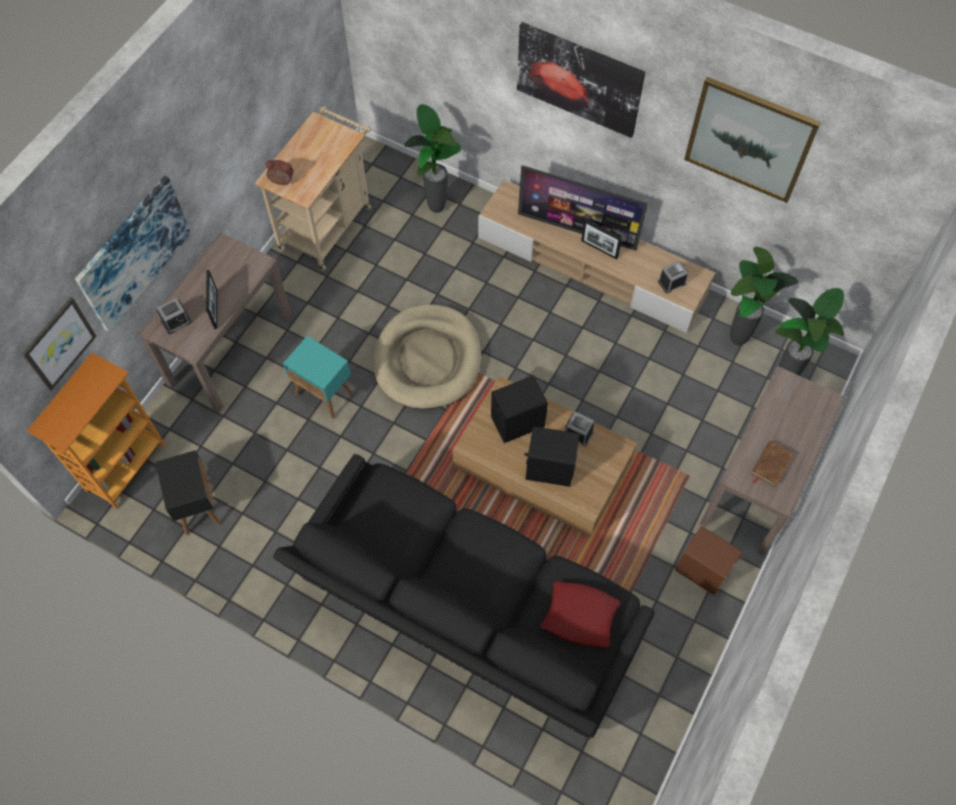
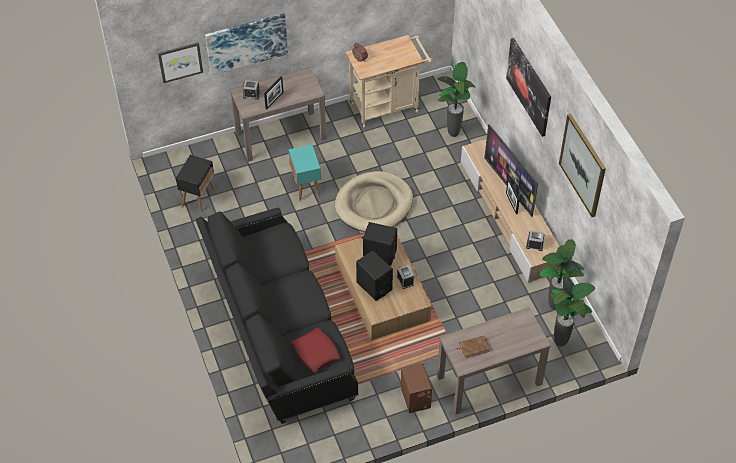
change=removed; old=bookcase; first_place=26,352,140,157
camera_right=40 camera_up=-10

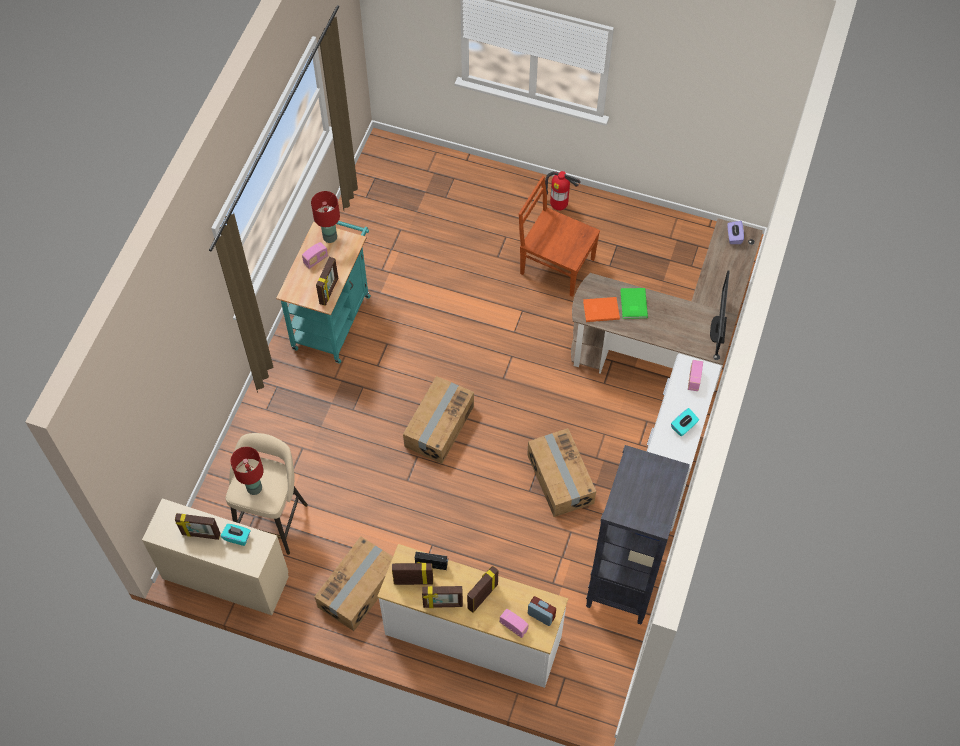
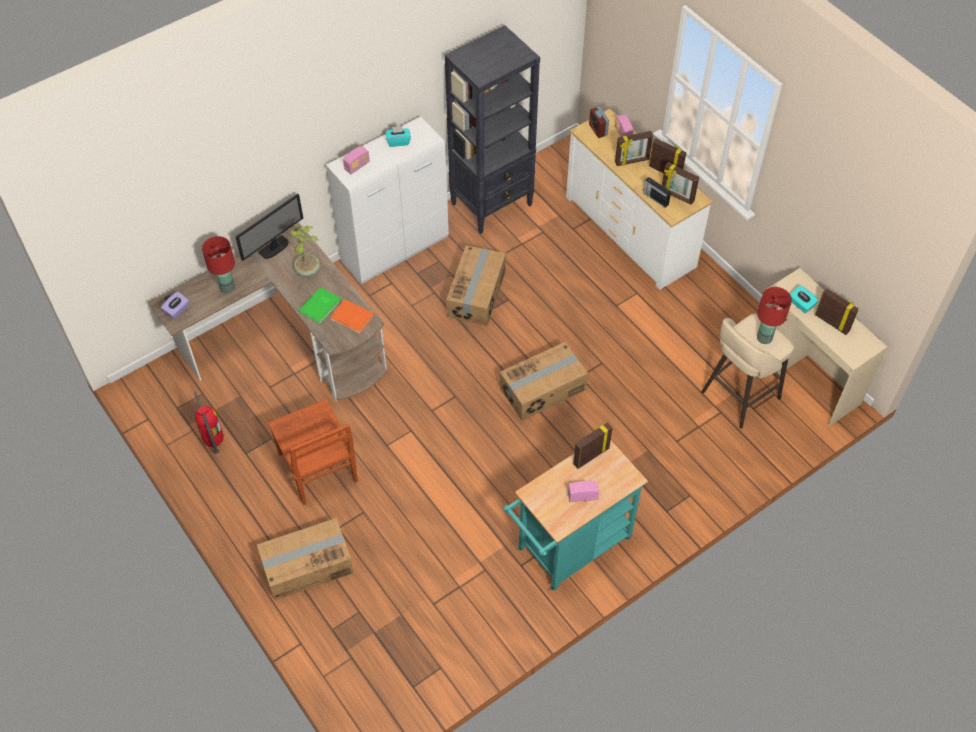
change=moved; old=fire extinguisher; first_place=545,171,36,40; second_place=194,391,30,63
change=moved; old=red table lamp; first_place=311,191,29,52; second_place=202,236,33,57
change=moved; old=cardboard box; first_place=314,536,79,95; second_place=257,518,96,82
change=added; new=potted plant; second_place=291,223,29,54
camera_right=-145 camera_up=-5

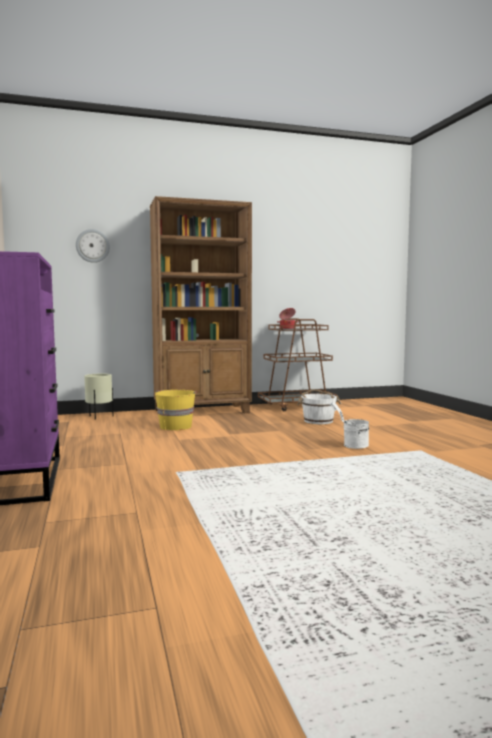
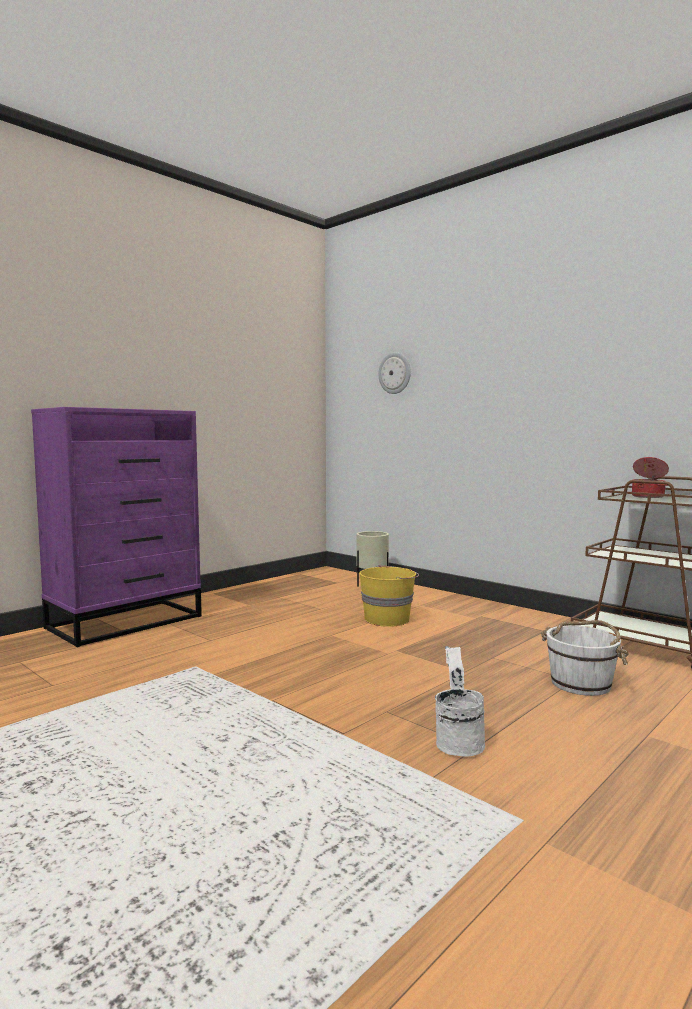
change=removed; old=brown bookcase; first_place=150,196,102,217
camera_right=60 camera_up=0

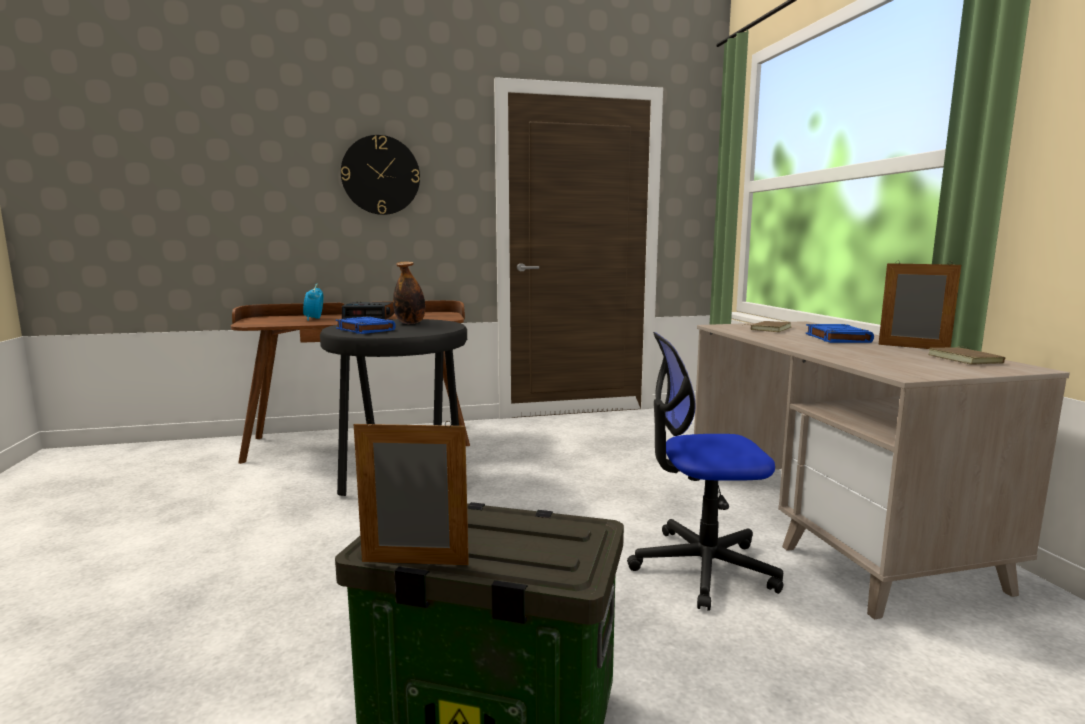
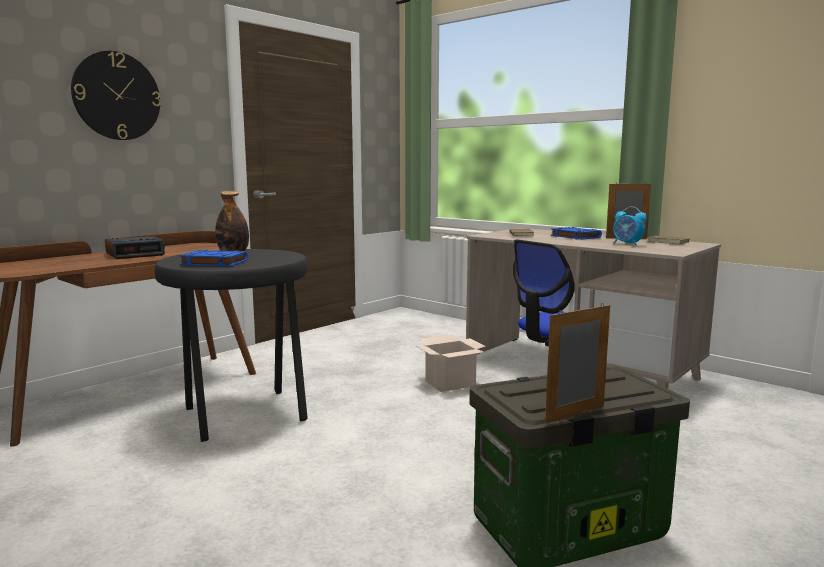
change=added; new=cardboard box; second_place=417,334,69,58
change=moved; old=alarm clock; first_place=303,284,20,37; second_place=613,206,34,40
camera_right=-35 camera_up=0

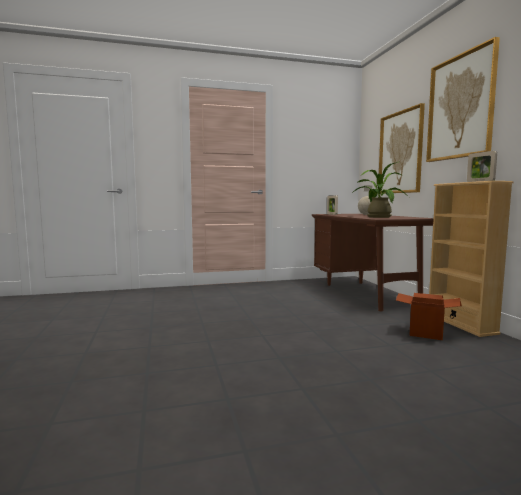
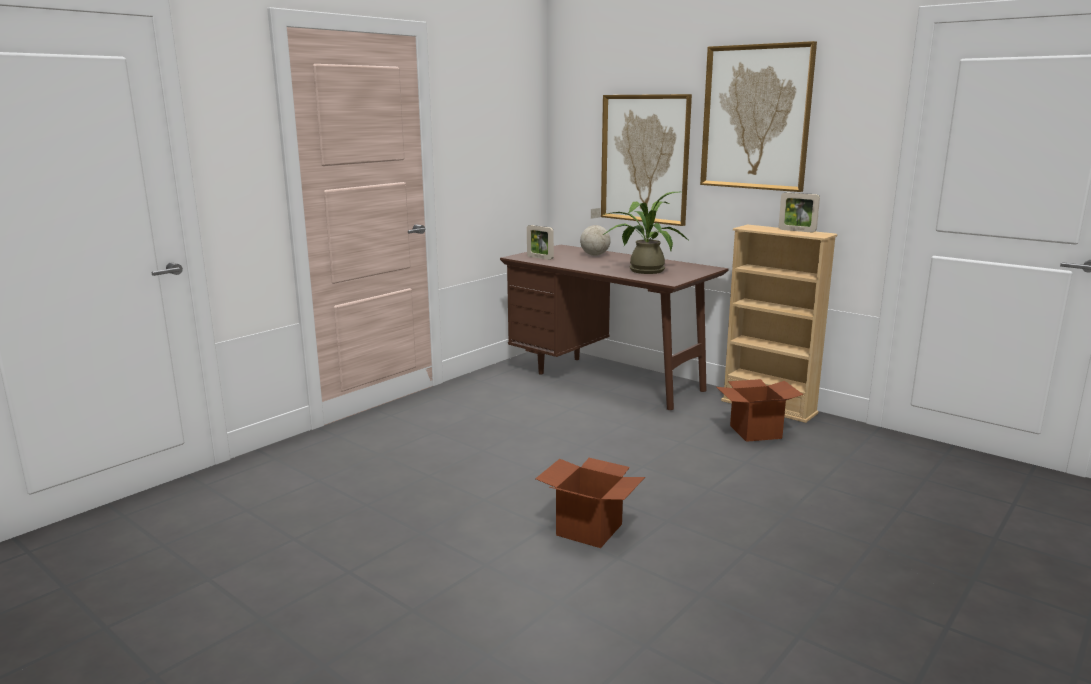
change=added; new=cardboard box; second_place=535,458,110,90
camera_right=-35 camera_up=10

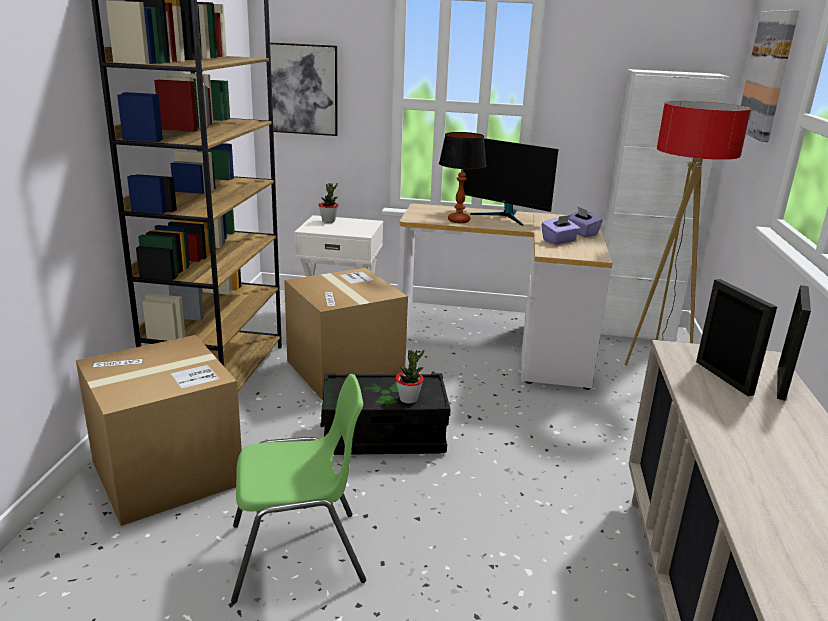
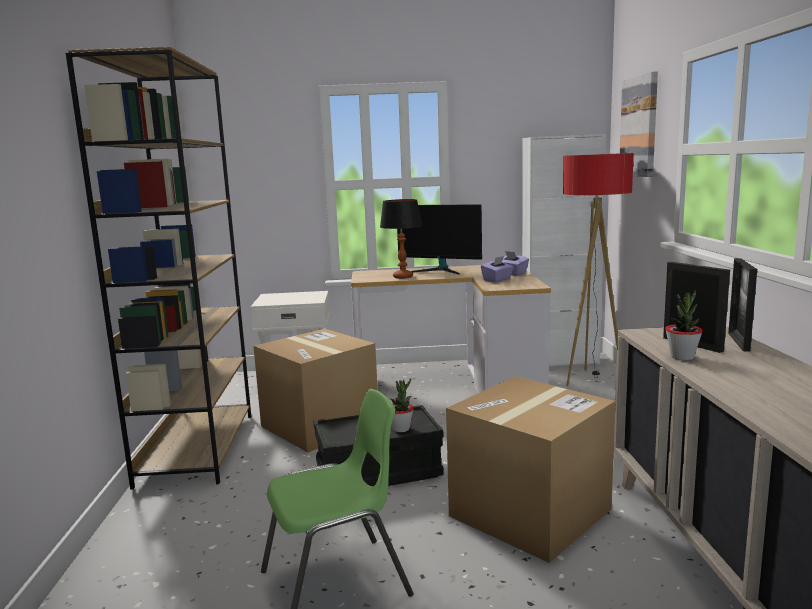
change=moved; old=cardboard box; first_place=76,335,166,191; second_place=446,376,170,187
change=moved; old=potted plant; first_place=319,183,20,40; second_place=665,290,38,70
change=removed; old=picture; first_place=270,42,68,94
camera_right=-10 camera_up=-10

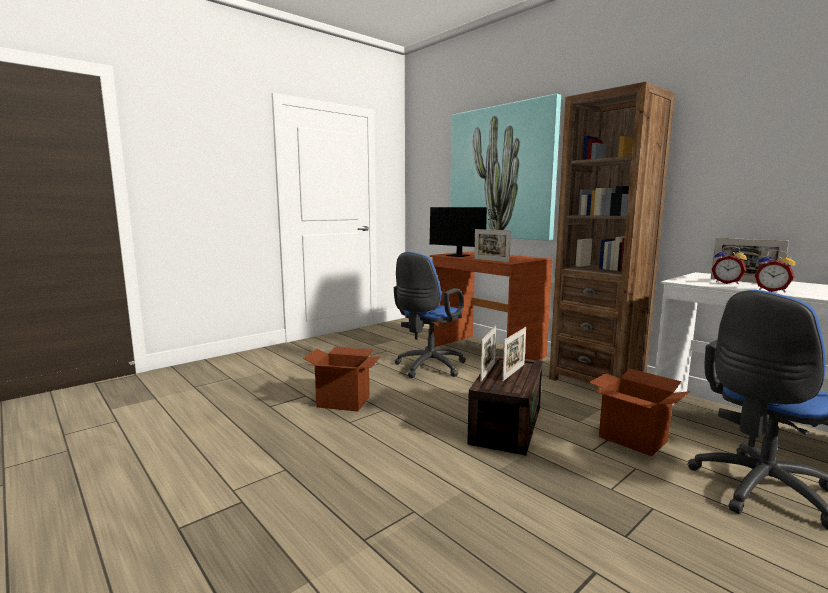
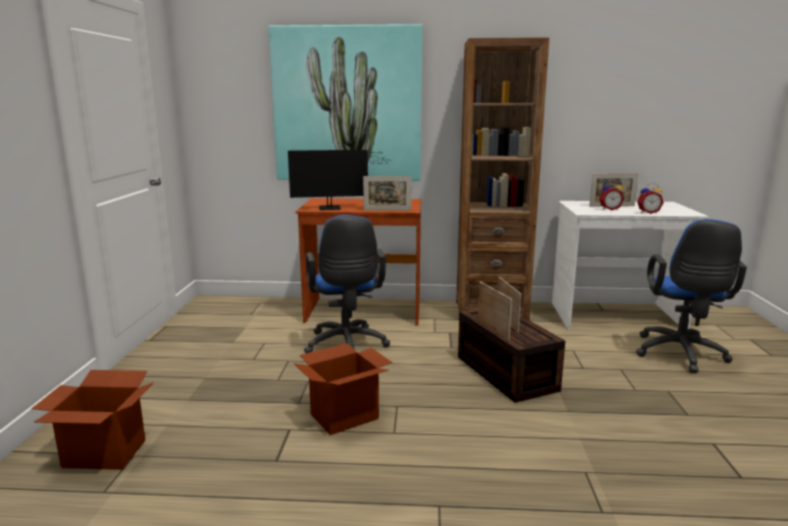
change=moved; old=cardboard box; first_place=588,368,103,89; second_place=32,370,122,100
camera_right=-45 camera_up=5

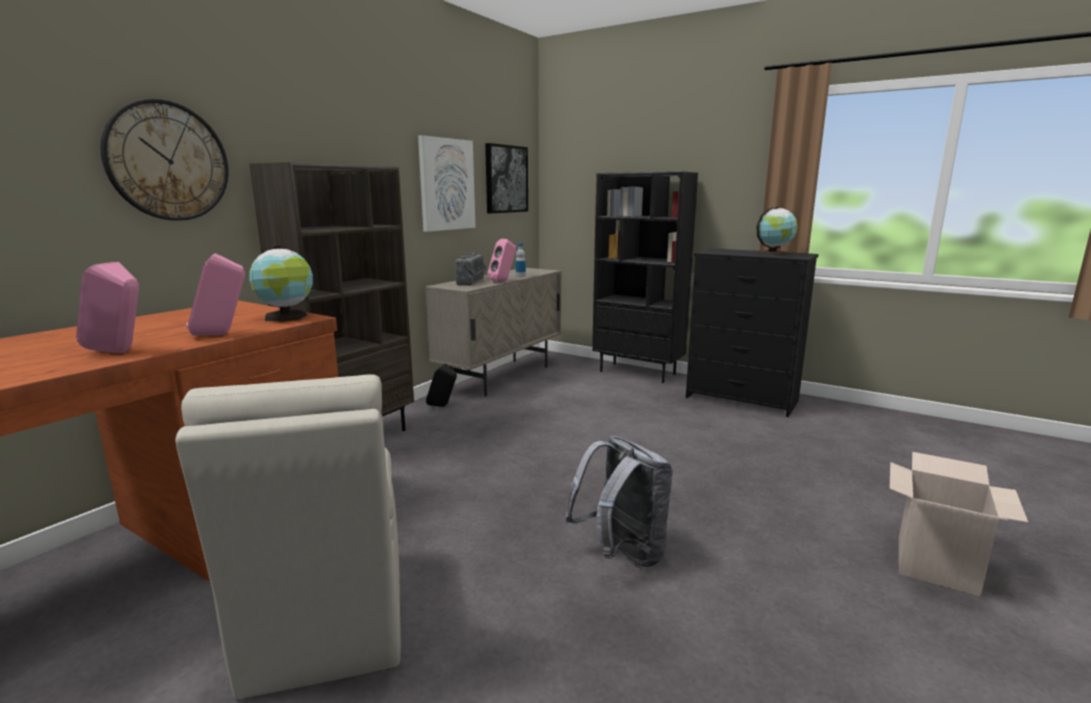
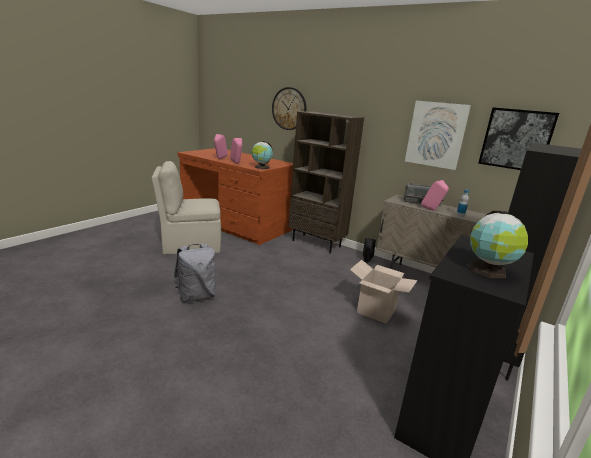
change=moved; old=cardboard box; first_place=890,452,138,144; second_place=350,260,68,64
camera_right=90 camera_up=5

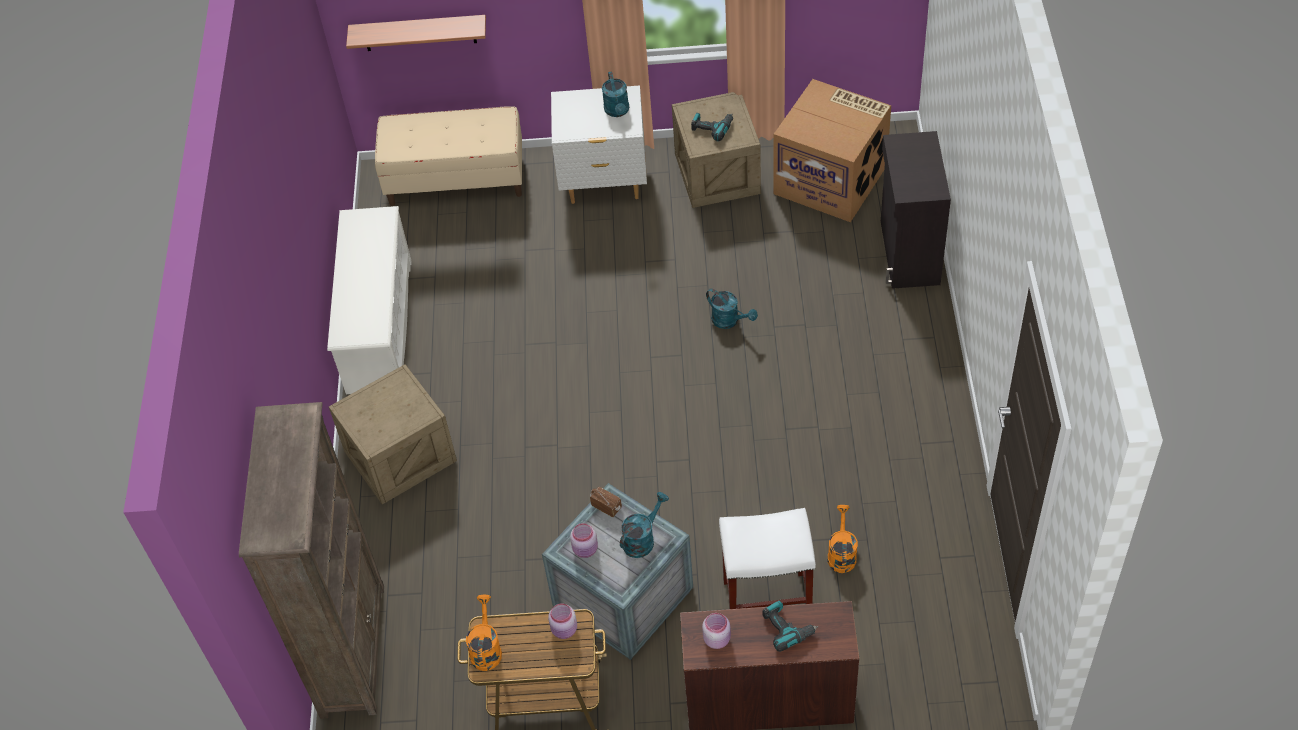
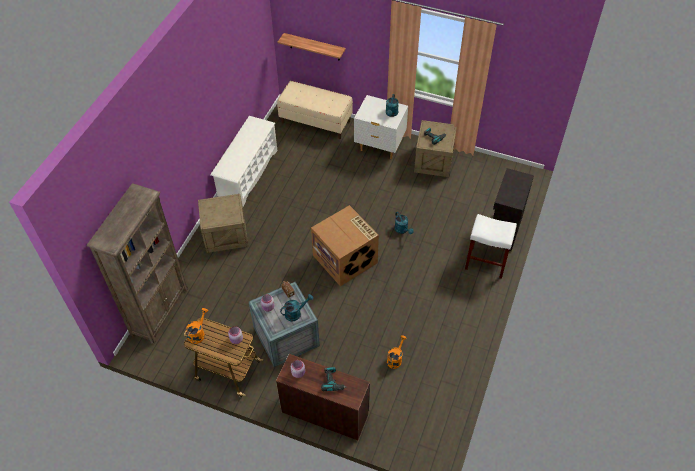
change=moved; old=cardboard box; first_place=774,79,117,143; second_place=311,205,68,81
change=moved; old=white stool; first_place=719,508,97,101; second_place=465,214,52,65
camera_right=20 camera_up=0

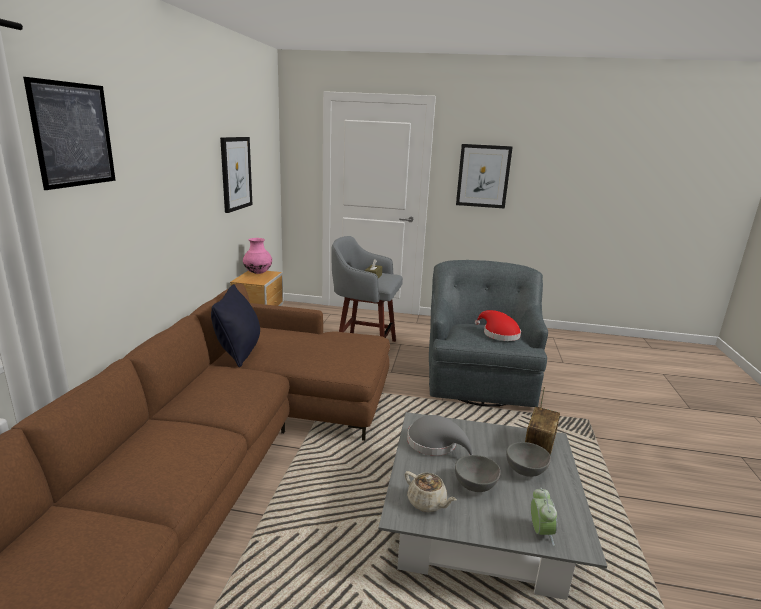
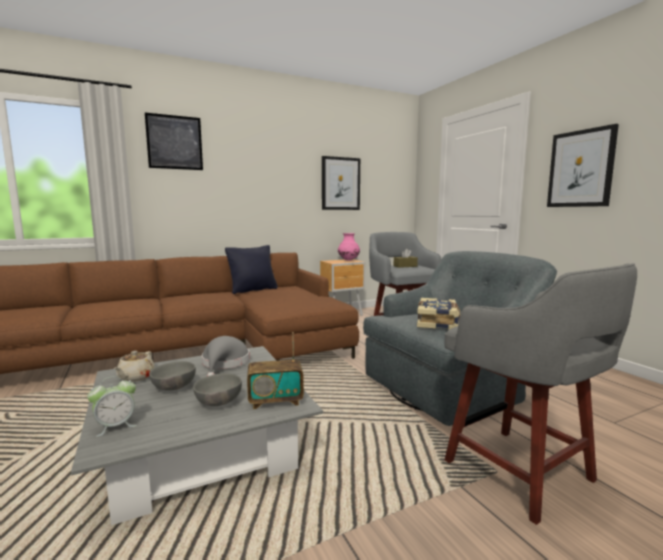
change=replaced; old=red hat; new=book; first_place=475,310,46,31; second_place=417,298,43,32
change=added; new=grey stool; second_place=444,263,193,262
camera_right=55 camera_up=-10

